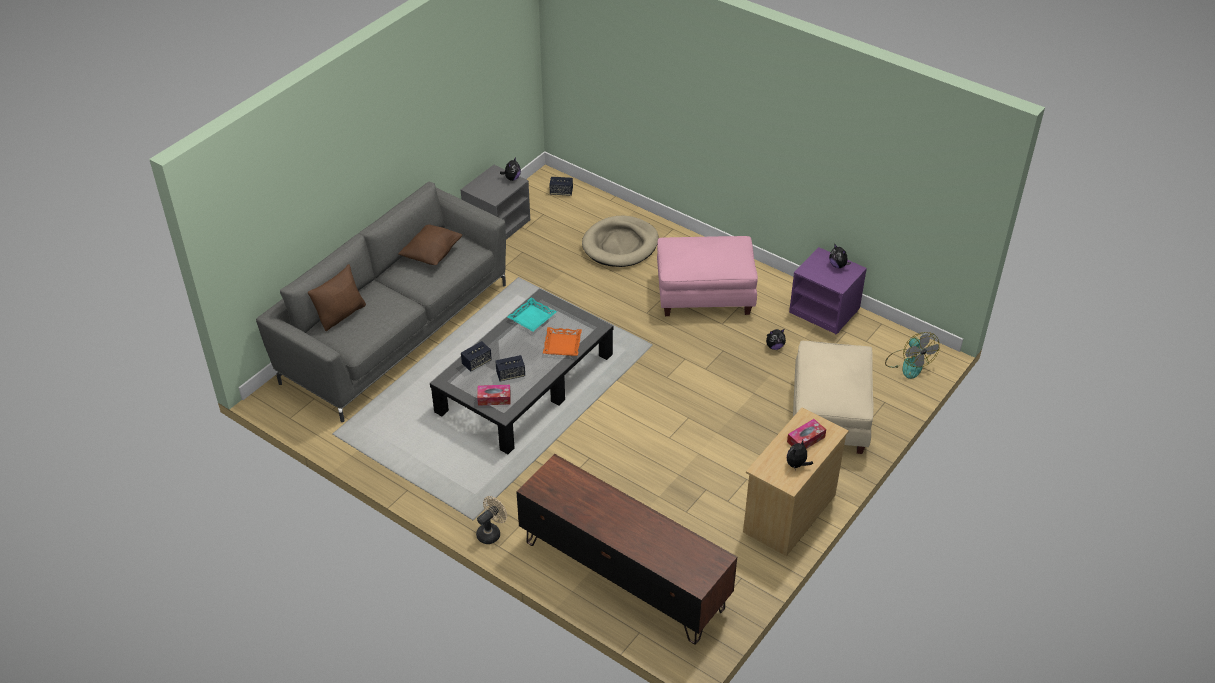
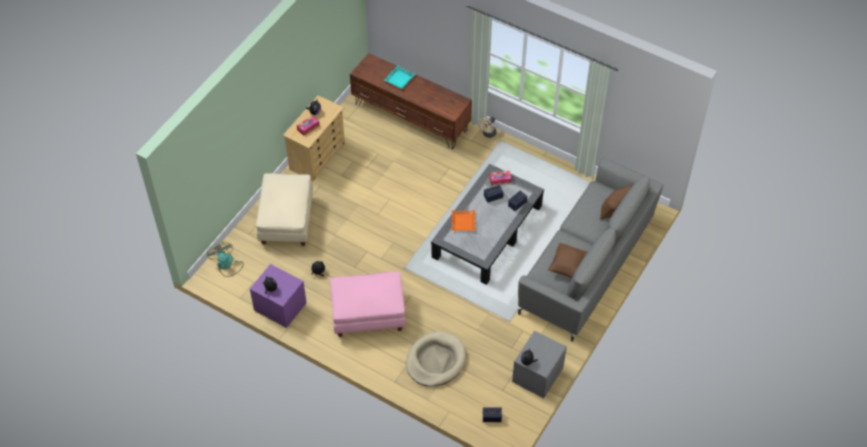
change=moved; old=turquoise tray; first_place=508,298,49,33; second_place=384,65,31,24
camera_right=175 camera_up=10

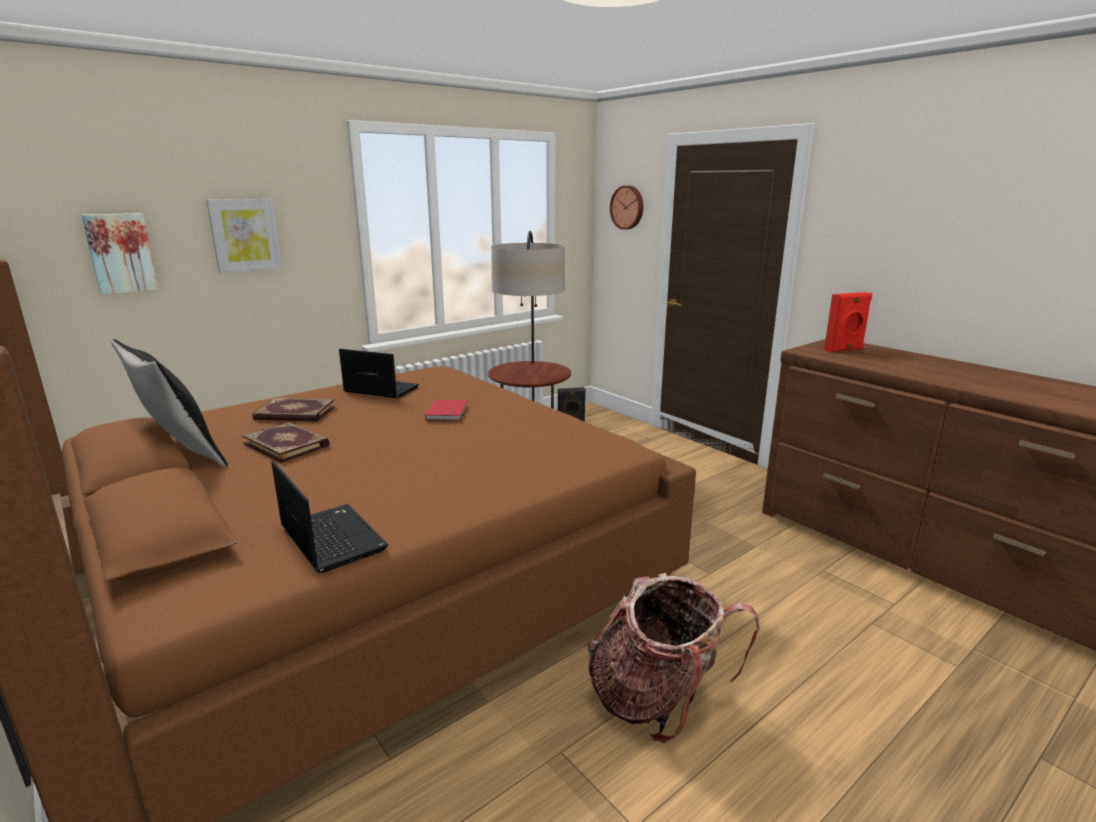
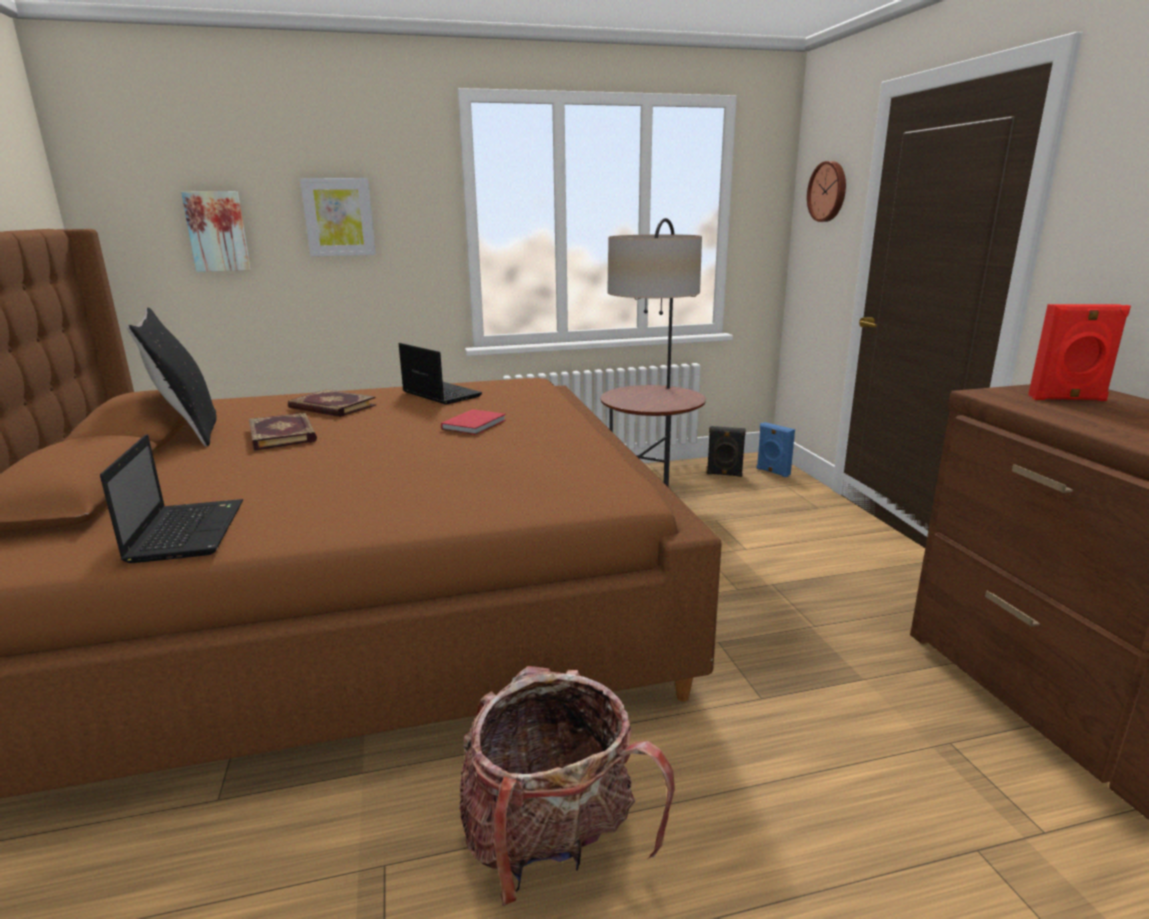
change=added; new=blue speaker; second_place=756,422,39,55
camera_right=25 camera_up=0

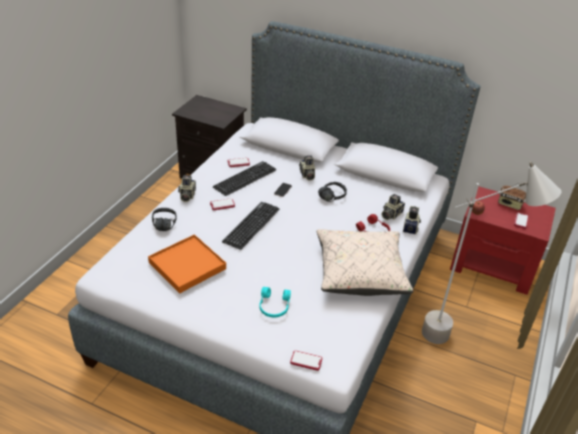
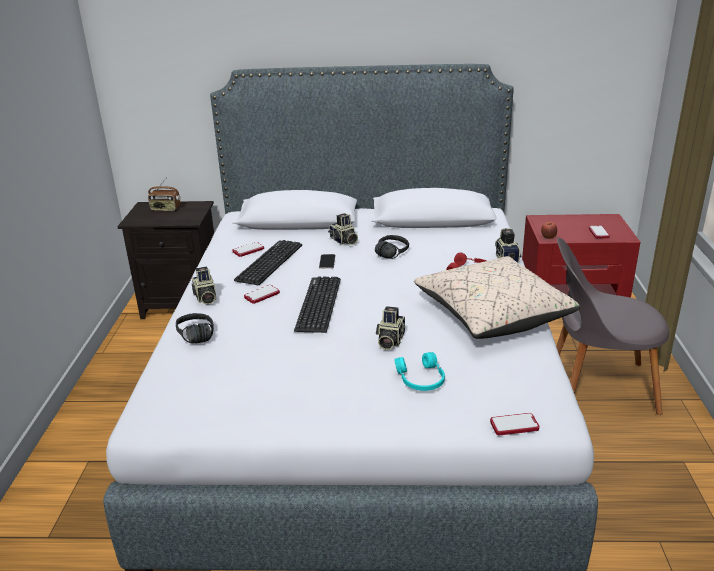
change=moved; old=radio; first_place=498,181,28,29; second_place=148,177,32,34
change=moved; old=photo camera; first_place=382,194,23,26; second_place=376,306,29,44
change=replaced; old=grey floor lamp; new=grey chair; first_place=422,162,139,182; second_place=556,238,113,177
change=removed; old=orange tray; first_place=148,234,78,60
camera_right=-20 camera_up=-10

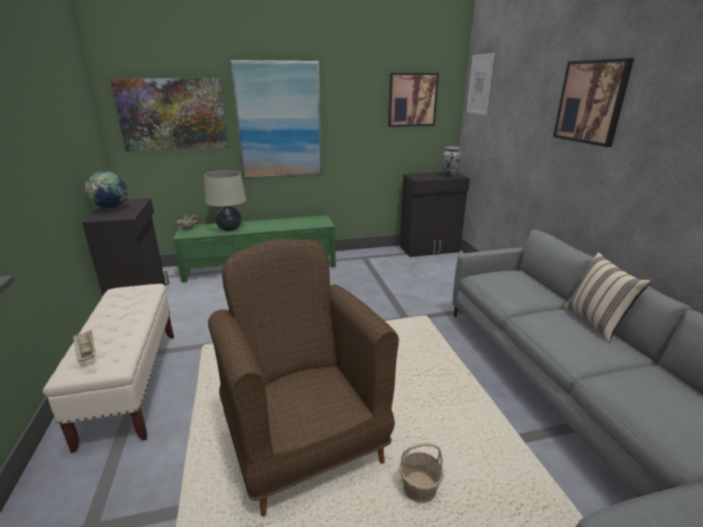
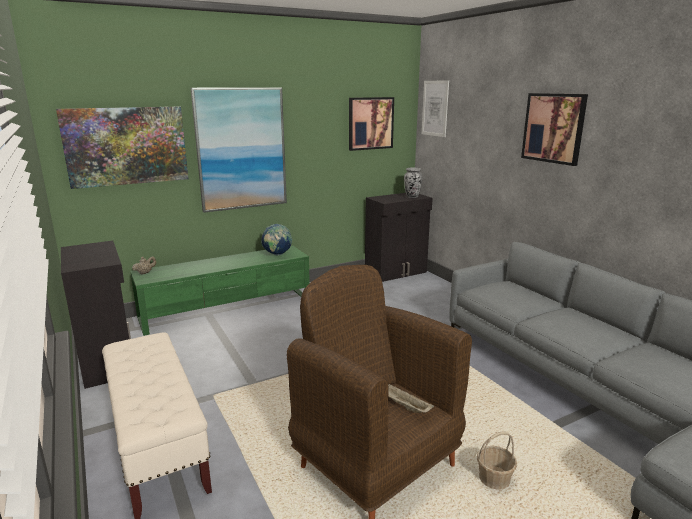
change=moved; old=globe; first_place=85,171,43,39; second_place=261,224,32,32
change=moved; old=beige tray; first_place=72,329,23,32; second_place=388,384,46,29
change=removed; old=beige table lamp; first_place=204,171,42,60
change=removed; old=beige pillow; first_place=564,252,87,91
camera_right=-15 camera_up=-5

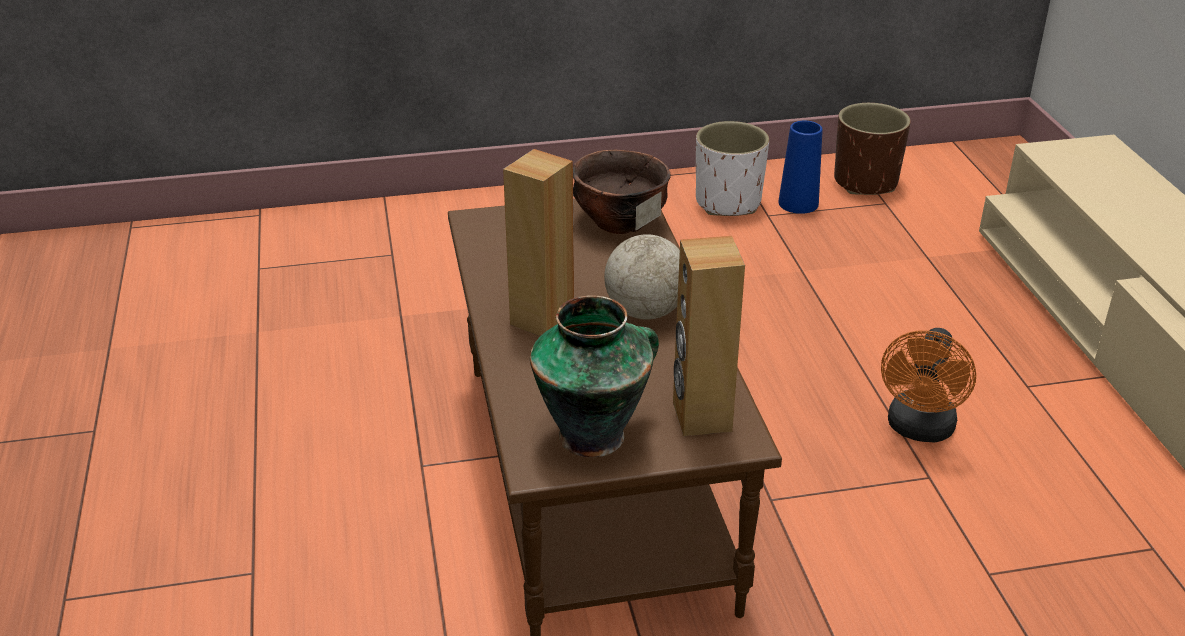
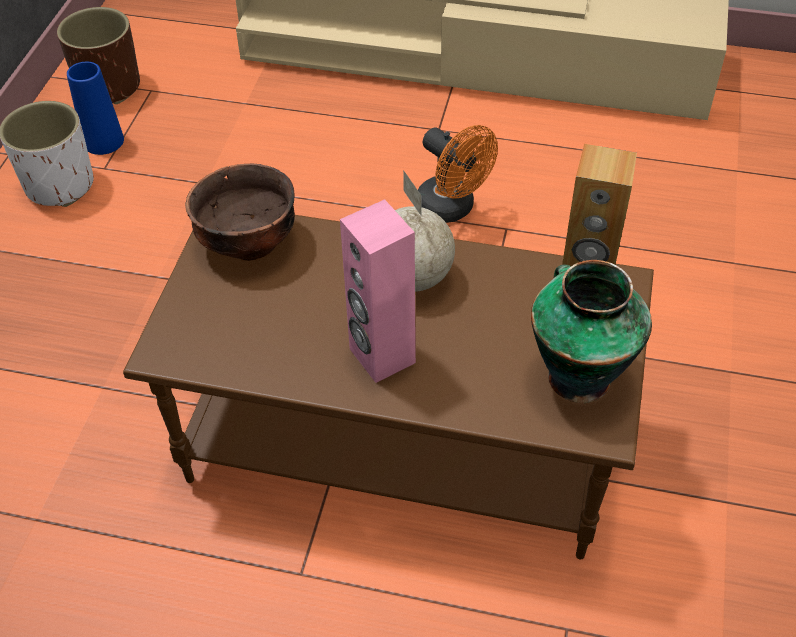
change=recoloured; old=brown speaker; new=pink speaker; first_place=503,149,71,187; second_place=340,199,76,184
camera_right=-65 camera_up=15

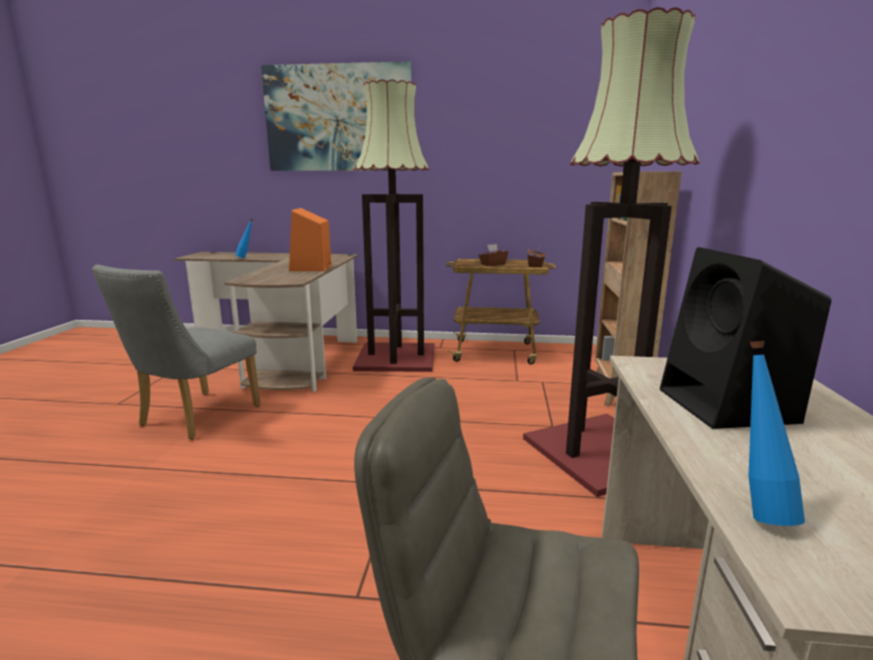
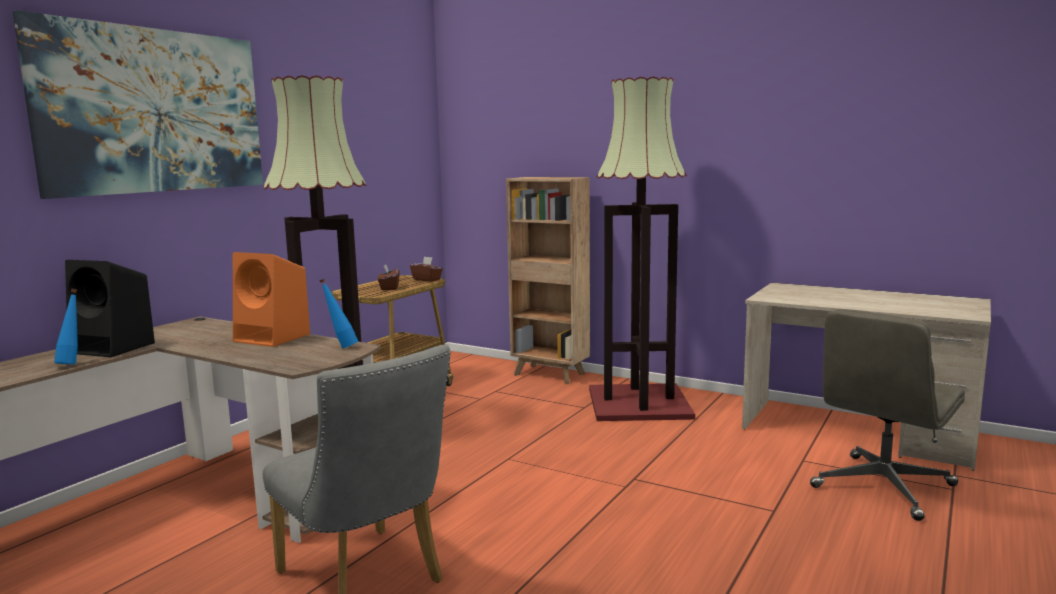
change=moved; old=black speaker; first_place=660,247,171,182; second_place=65,260,90,97
change=moved; old=blue bottle; first_place=748,341,57,185; second_place=319,279,39,70
camera_right=-65 camera_up=-5

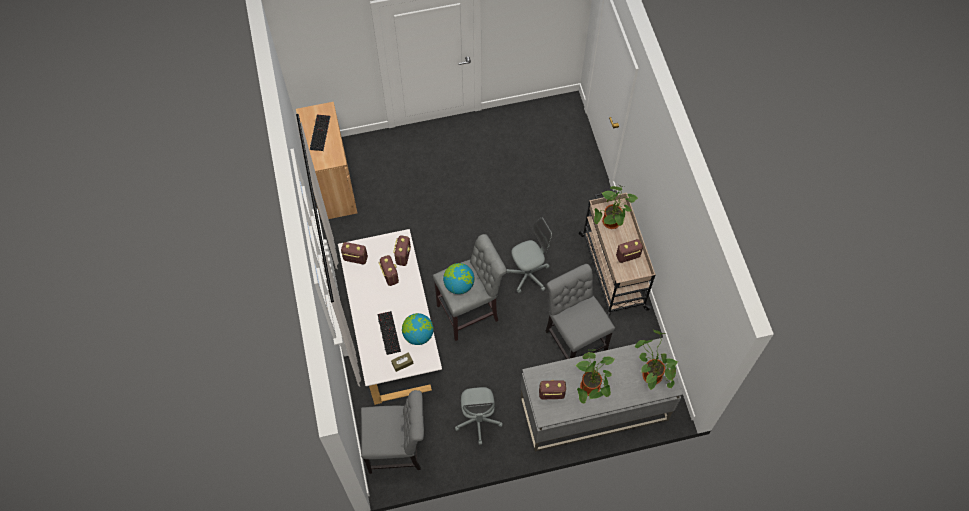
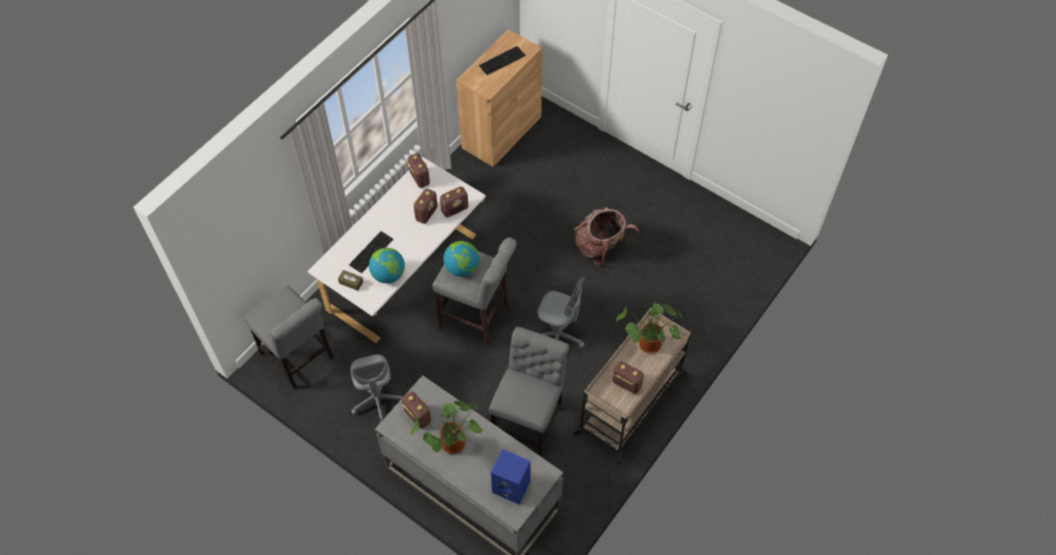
change=turned; old=grey office chair; first_place=455,387,48,58; second_place=351,354,52,69; degrees=-60
change=replaced; old=potted plant; new=blue speaker; first_place=635,330,42,61; second_place=491,449,39,55
change=added; new=backpack; second_place=574,208,65,57
camera_right=50 camera_up=-5

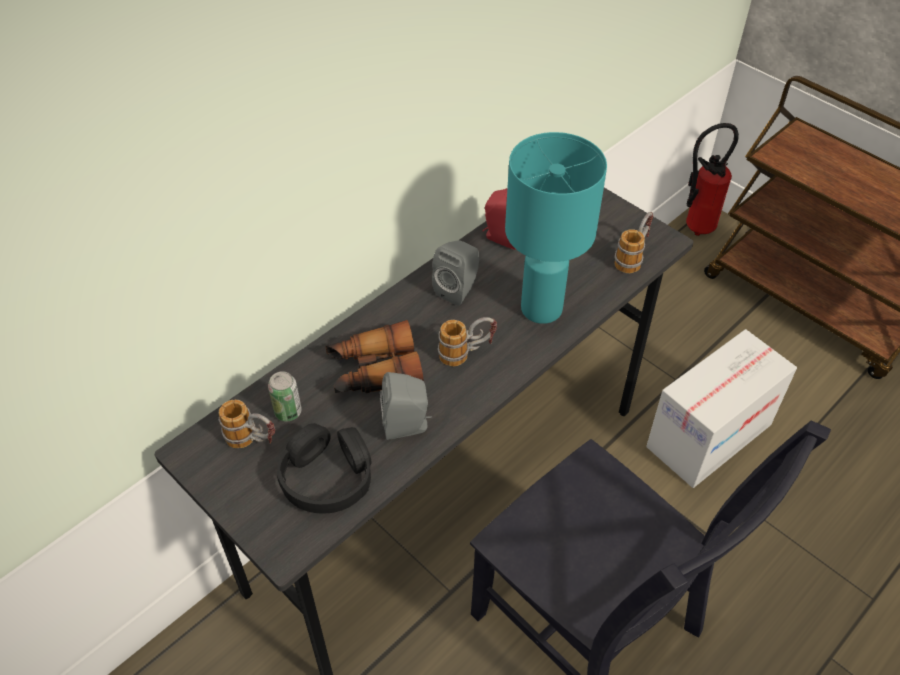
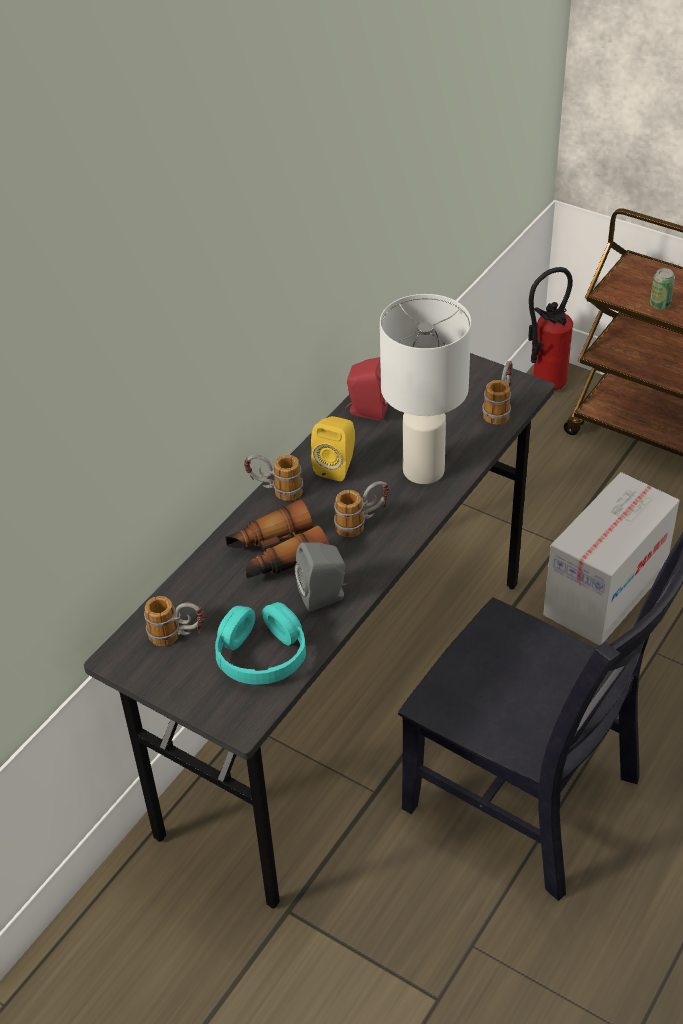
change=recoloured; old=black headphones; new=turquoise headphones; first_place=277,423,95,91; second_place=215,602,91,83
change=added; new=mug; second_place=244,455,59,46
change=recoloured; old=grey speaker; new=yellow speaker; first_place=432,240,47,66; second_place=311,416,44,65
change=recoloured; old=turquoise table lamp; new=white table lamp; first_place=505,132,102,192; second_place=380,294,91,190
change=moved; old=can; first_place=268,371,34,51; second_place=650,268,25,42
camera_right=-10 camera_up=-5

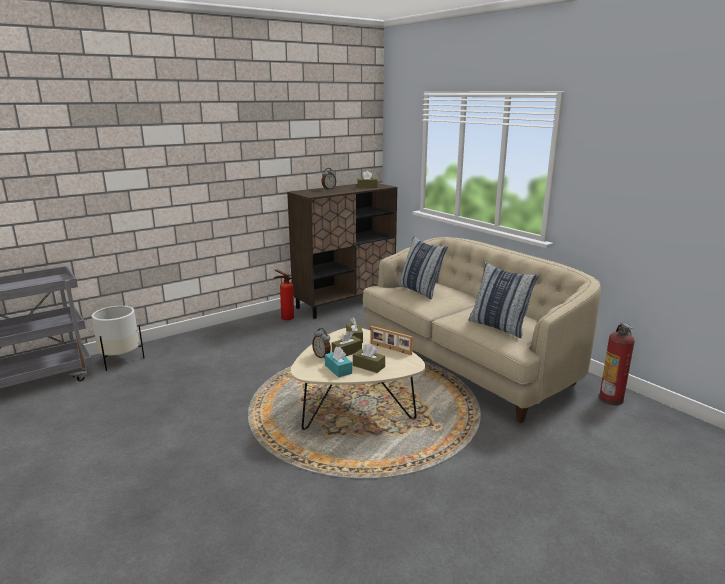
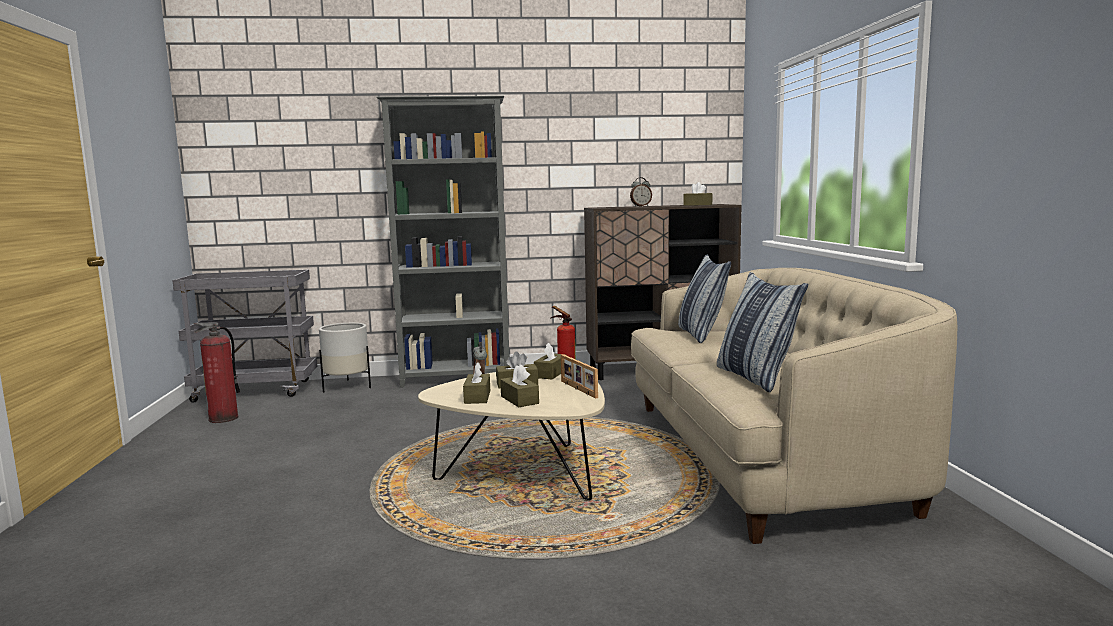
change=moved; old=fire extinguisher; first_place=599,323,36,82; second_place=193,322,47,101
change=added; new=grey bookcase; second_place=376,95,133,293
change=recoloured; old=turquoise tissue box; new=brown tissue box; first_place=325,347,27,31; second_place=463,362,27,42
camera_right=30 camera_up=-10

